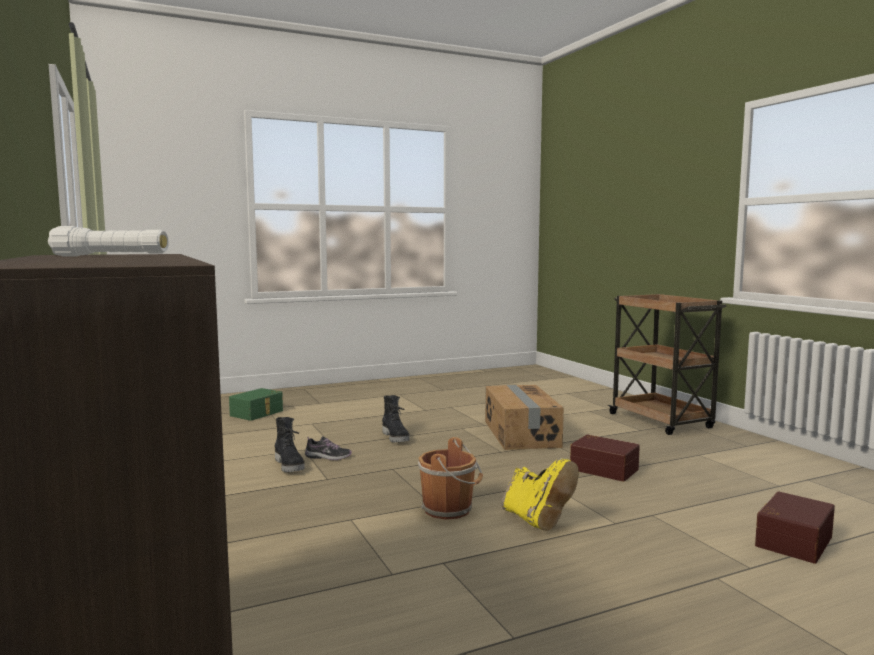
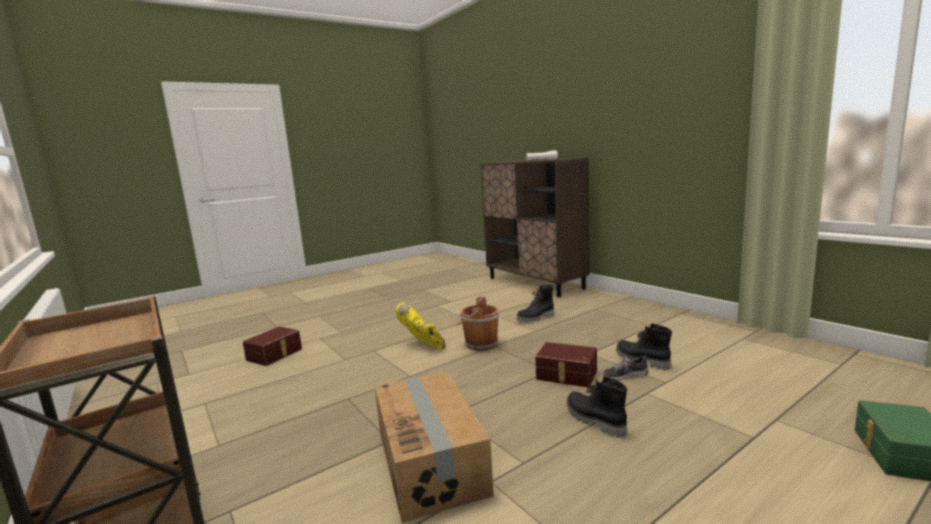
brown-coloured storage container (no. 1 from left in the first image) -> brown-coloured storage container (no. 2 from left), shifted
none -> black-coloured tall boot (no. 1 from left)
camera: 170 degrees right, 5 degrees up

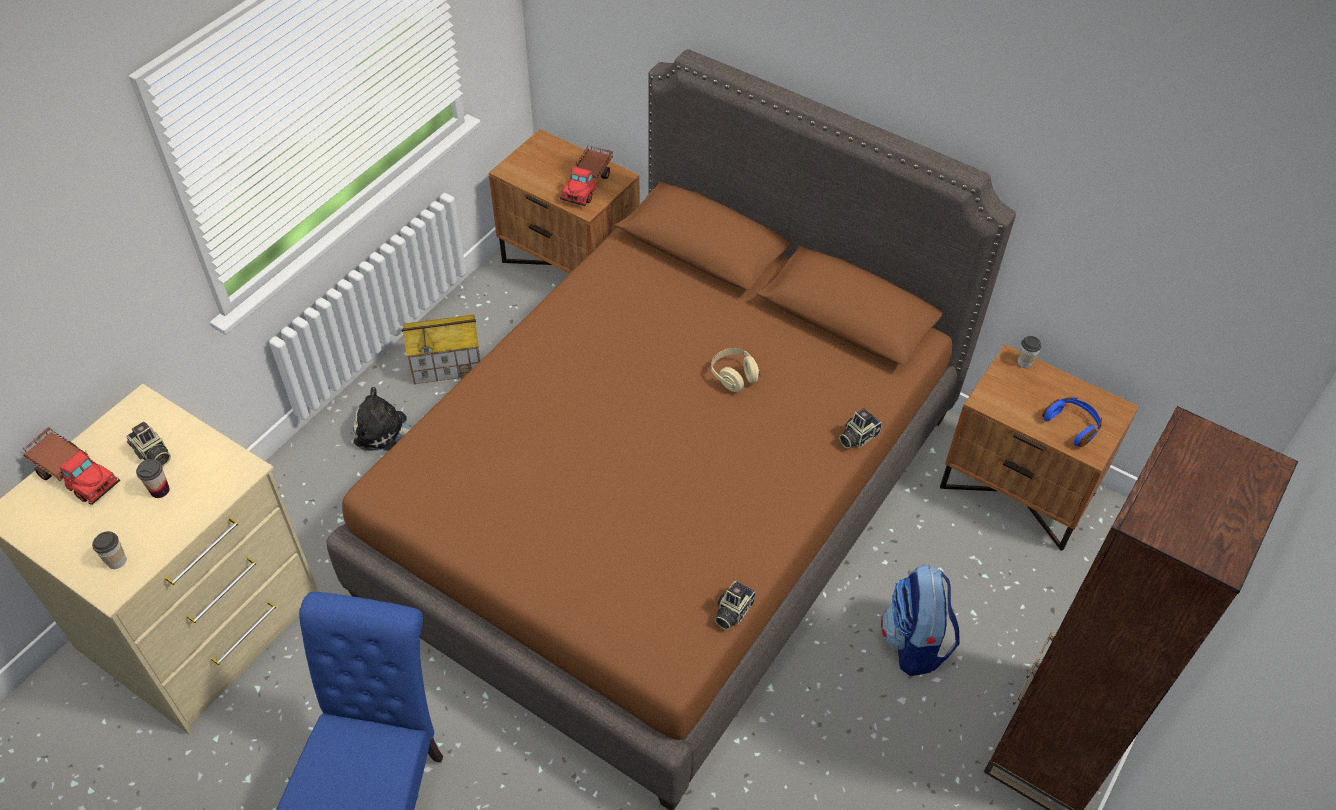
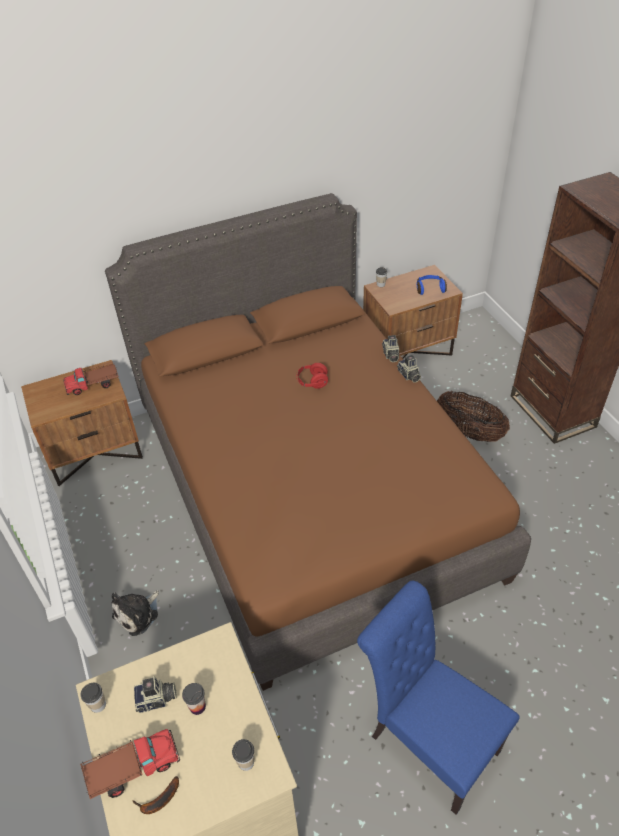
model truck (no. 2 from left in the first image) -> model truck (no. 1 from left), 105 degrees clockwise
miniature house -> none
beige pair of headphones -> red pair of headphones
backpack -> household basket
still camera (no. 2 from left in the first image) -> still camera (no. 3 from left), shifted
none -> small cup (no. 1 from left)
none -> banana
camera: 55 degrees left, 5 degrees down

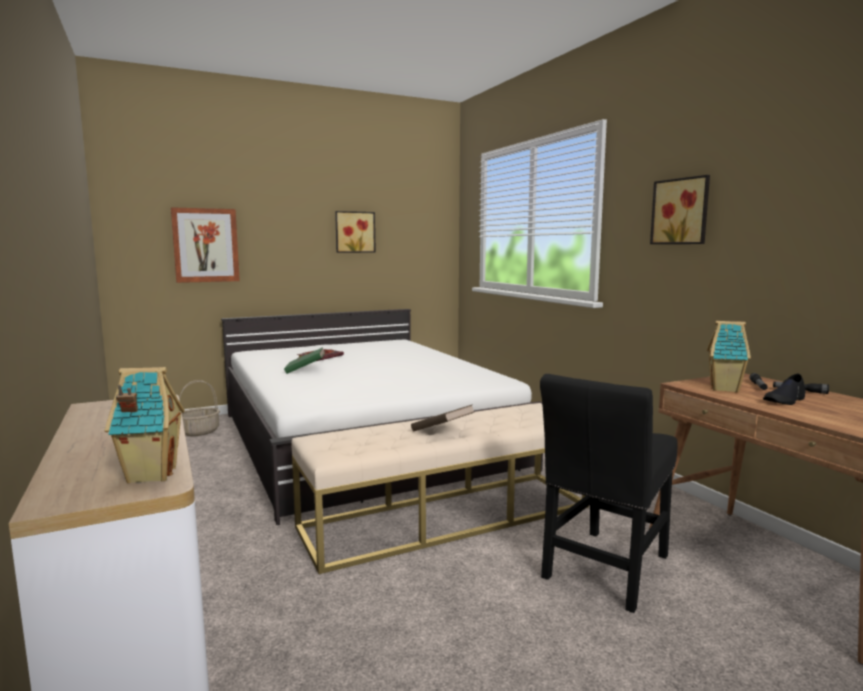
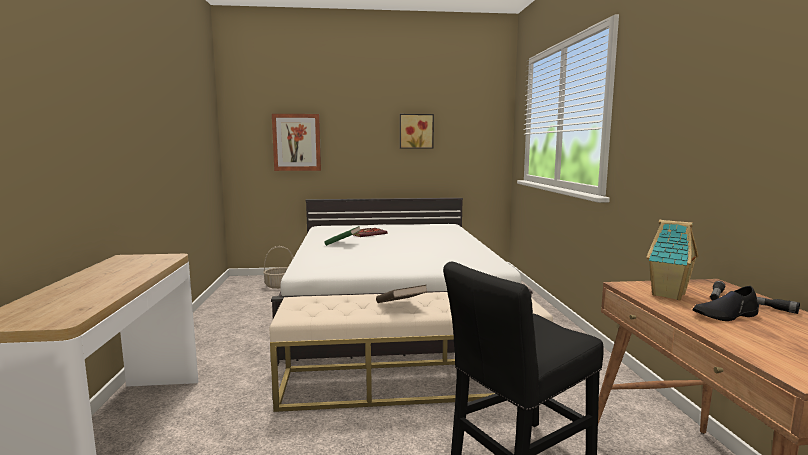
wall picture (no. 3 from left) -> none
miniature house (no. 1 from left) -> none
camera: 20 degrees right, 0 degrees up

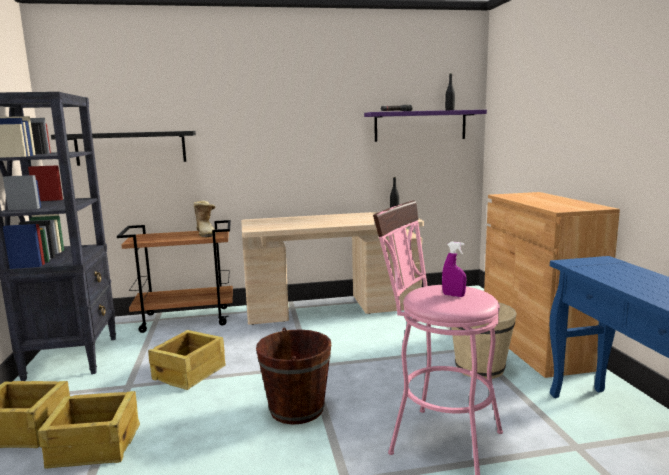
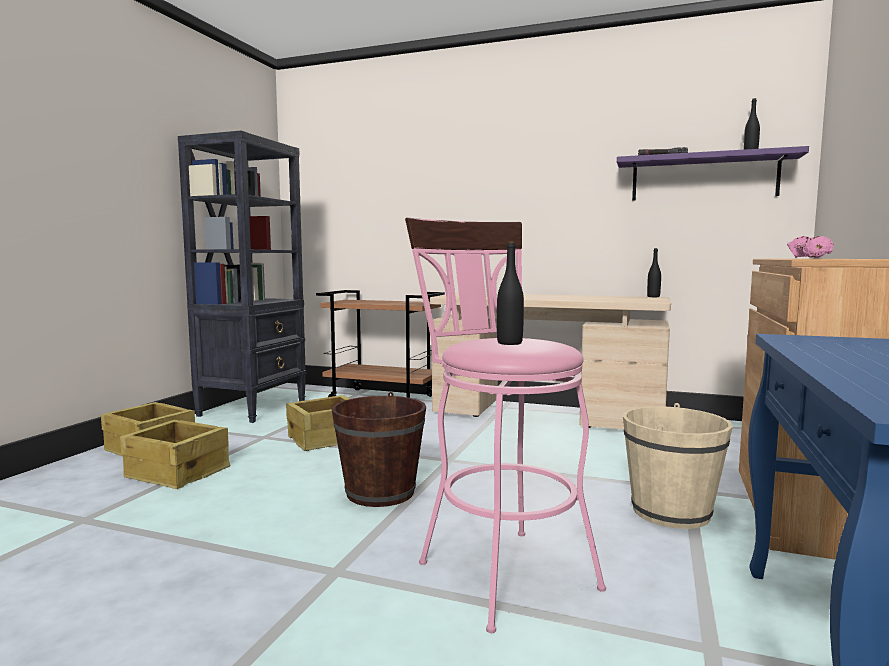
black-coloured bracket shelf -> none
tall boot -> none
purplish sprayer -> black-coloured drink bottle (no. 1 from left)
none -> pink hand weight
camera: 30 degrees right, 5 degrees down

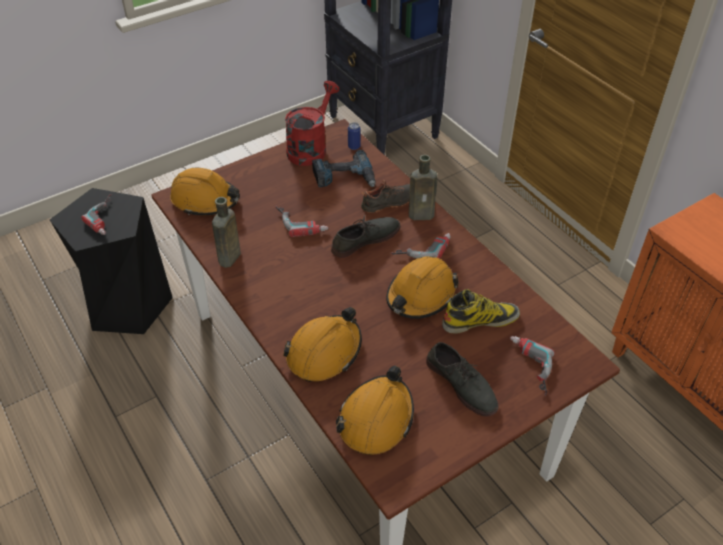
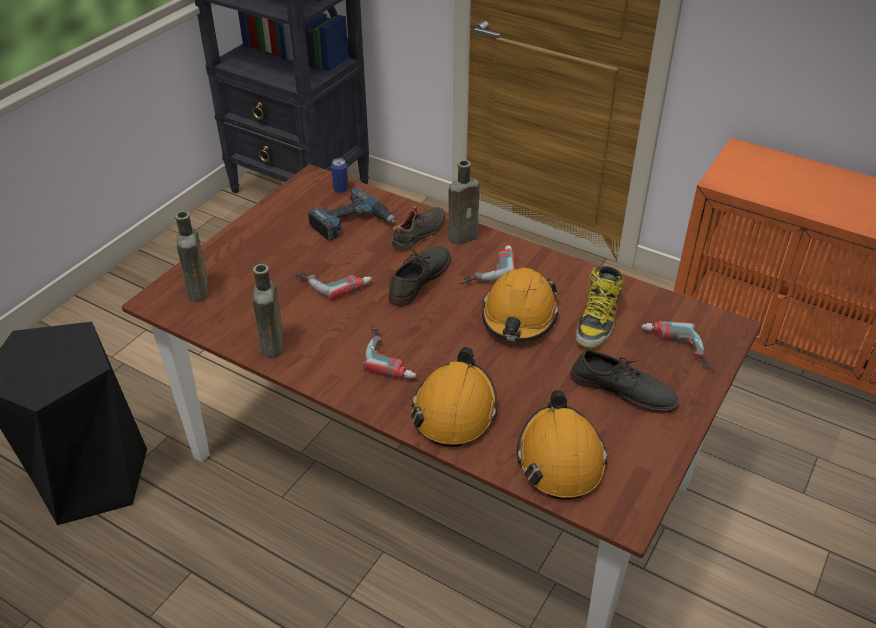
red watering pot -> none
orange-coloured safety helmet (no. 1 from left) -> brown-coloured drink bottle (no. 1 from left)
drill (no. 1 from left in the first image) -> drill (no. 3 from left), shifted
tall boot, 150 degrees clockwise
camera: 25 degrees left, 5 degrees down

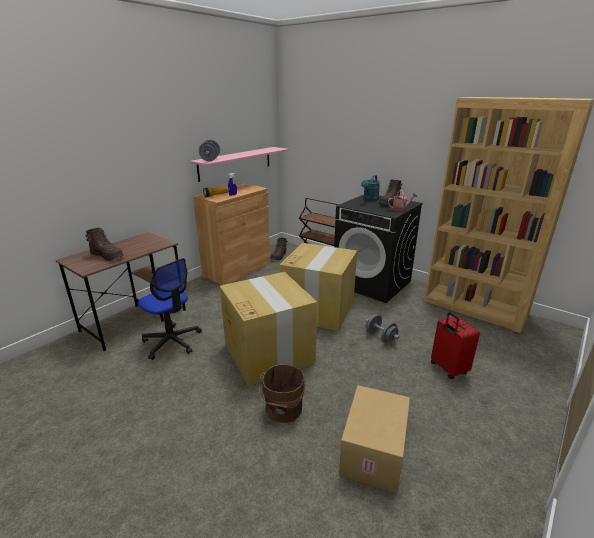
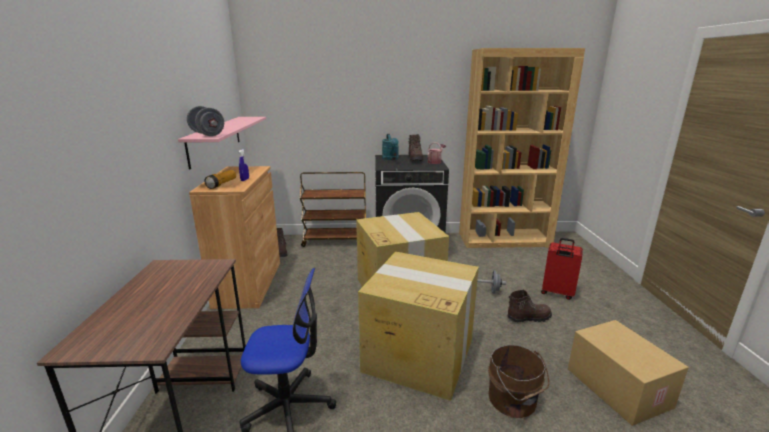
brown-coloured tall boot (no. 1 from left in the first image) -> brown-coloured tall boot (no. 3 from left), shifted
camera: 40 degrees left, 5 degrees down

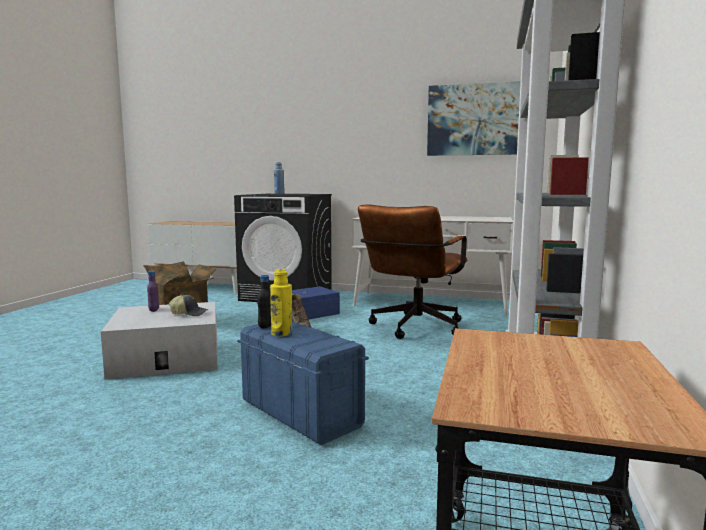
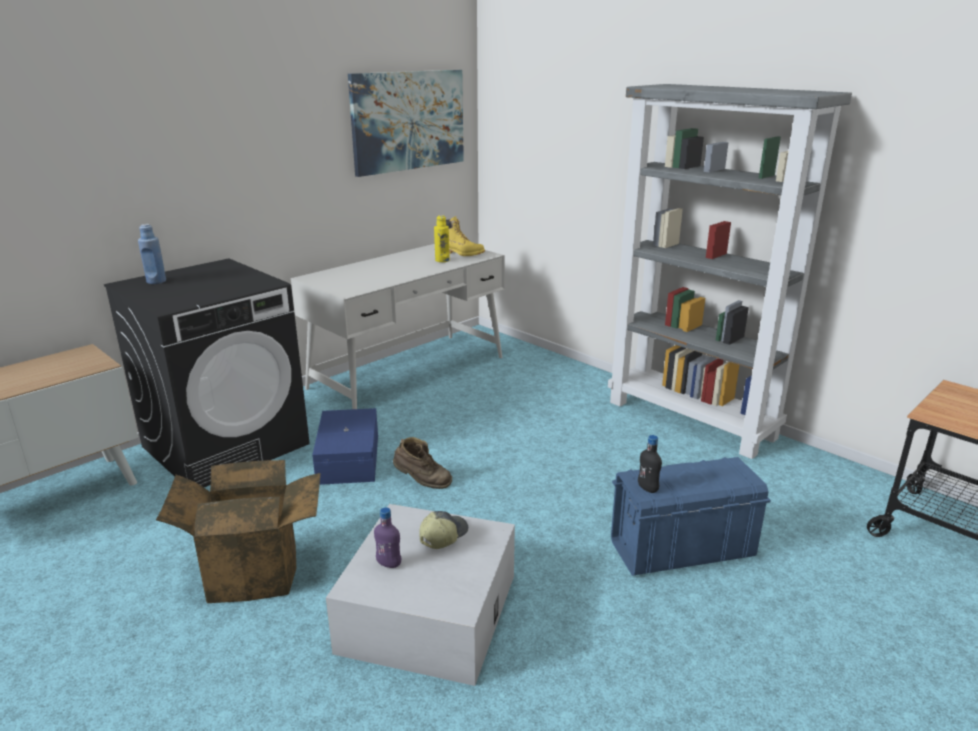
brown-coloured desk chair -> none
yellow-coloured drink bottle, shifted
none -> yellow-coloured tall boot
camera: 60 degrees left, 15 degrees up

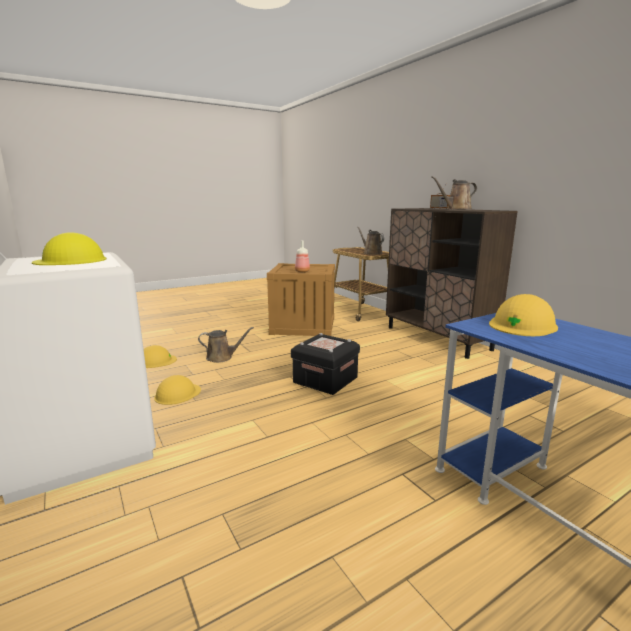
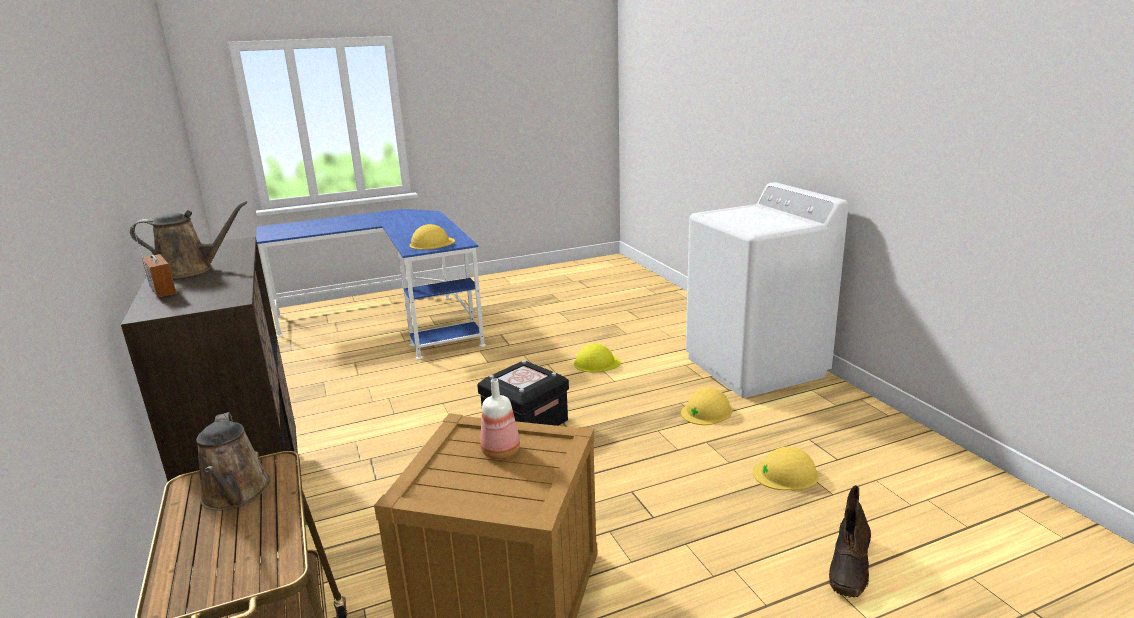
yellow-coloured safety helmet (no. 1 from left in the first image) -> yellow-coloured safety helmet (no. 2 from left), shifted
brown-coloured watering pot (no. 1 from left) -> none
none -> brown-coloured tall boot
camera: 170 degrees left, 5 degrees up

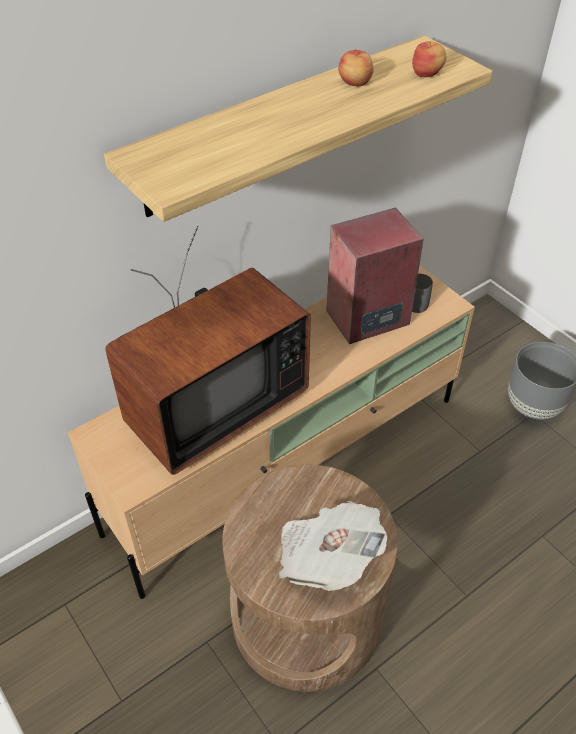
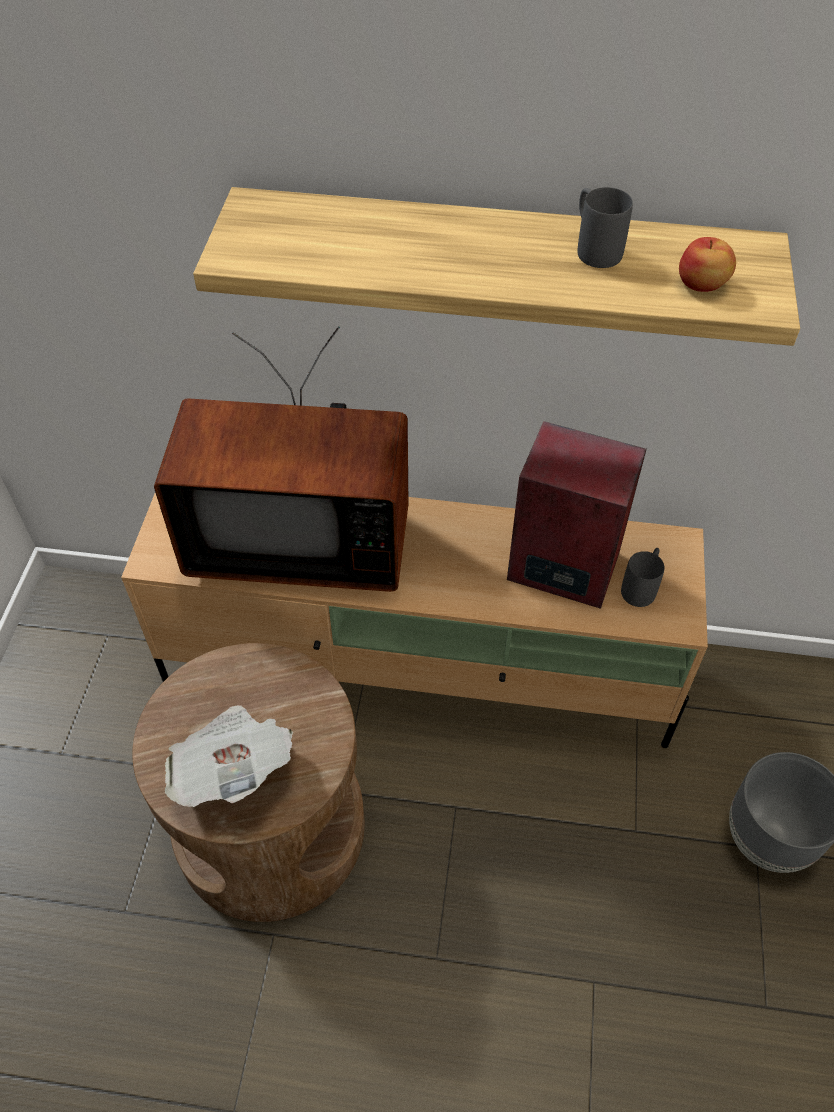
apple (no. 1 from left) -> greyish tea mug (no. 1 from left)
camera: 45 degrees right, 5 degrees up

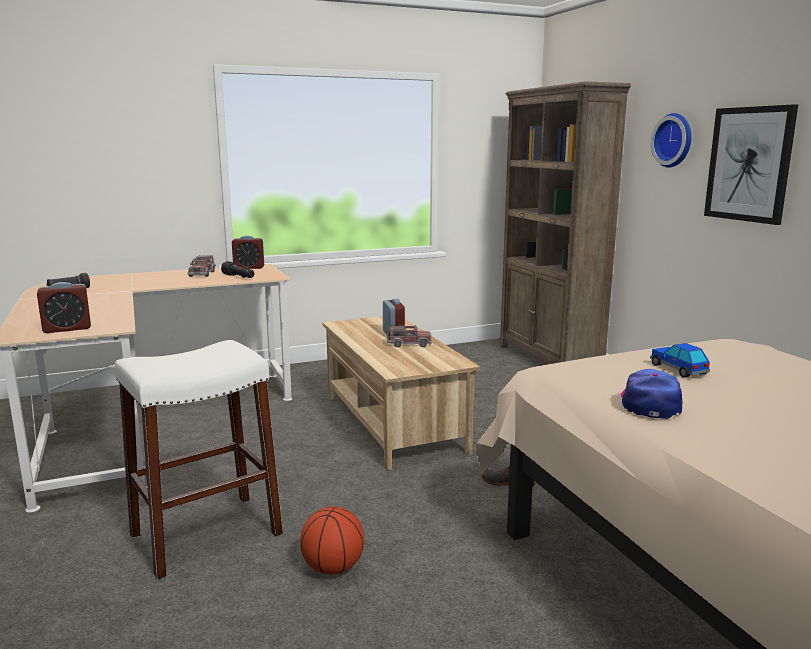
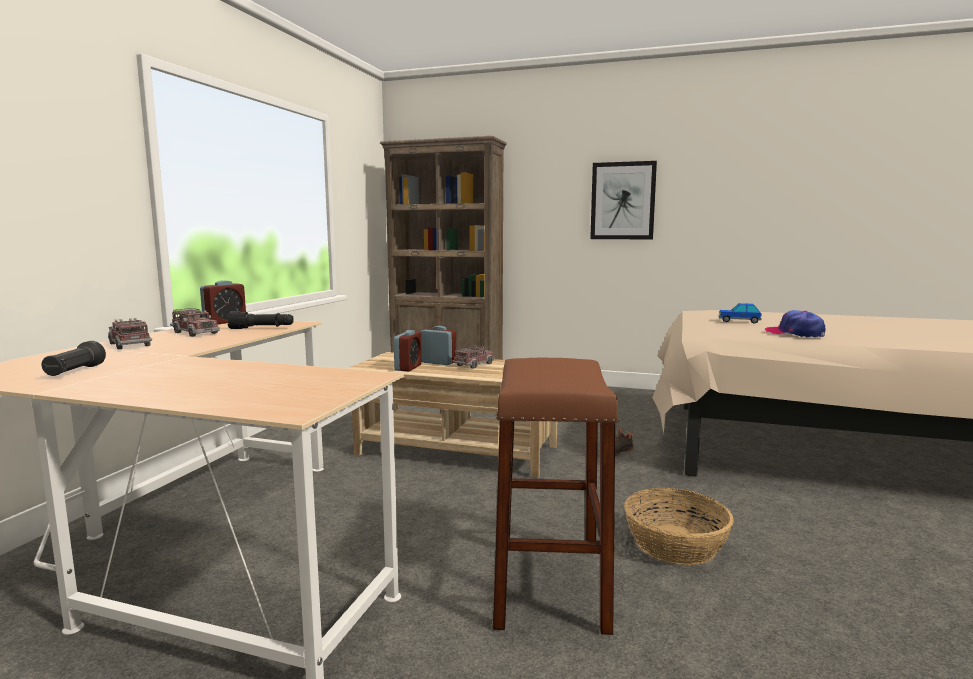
hanging clock -> none
alarm clock (no. 1 from left in the first image) -> alarm clock (no. 2 from left), shifted
white-coloured stool -> brown-coloured stool
ball for basketball -> household basket
none -> model truck (no. 1 from left)
camera: 50 degrees left, 5 degrees down

